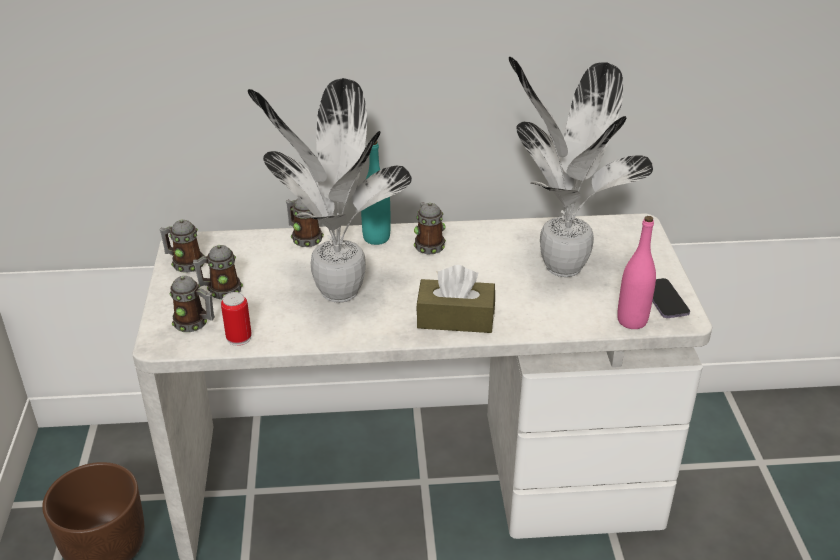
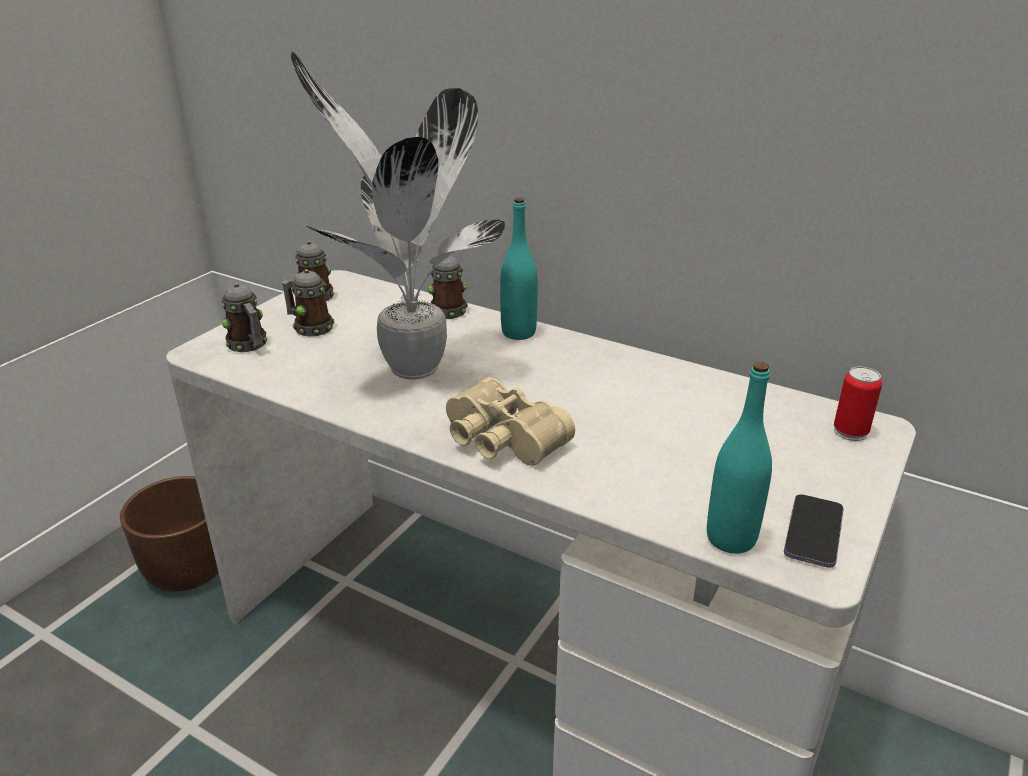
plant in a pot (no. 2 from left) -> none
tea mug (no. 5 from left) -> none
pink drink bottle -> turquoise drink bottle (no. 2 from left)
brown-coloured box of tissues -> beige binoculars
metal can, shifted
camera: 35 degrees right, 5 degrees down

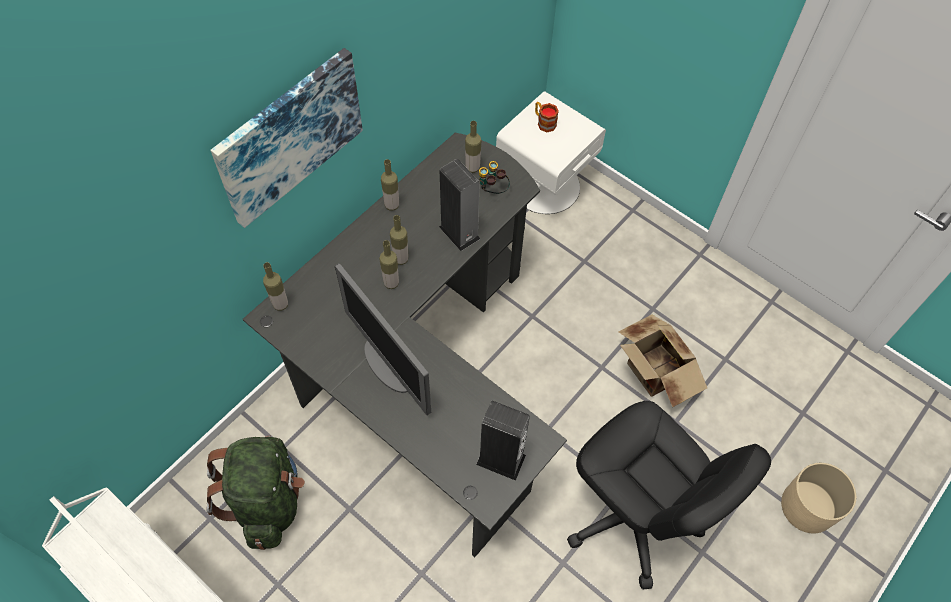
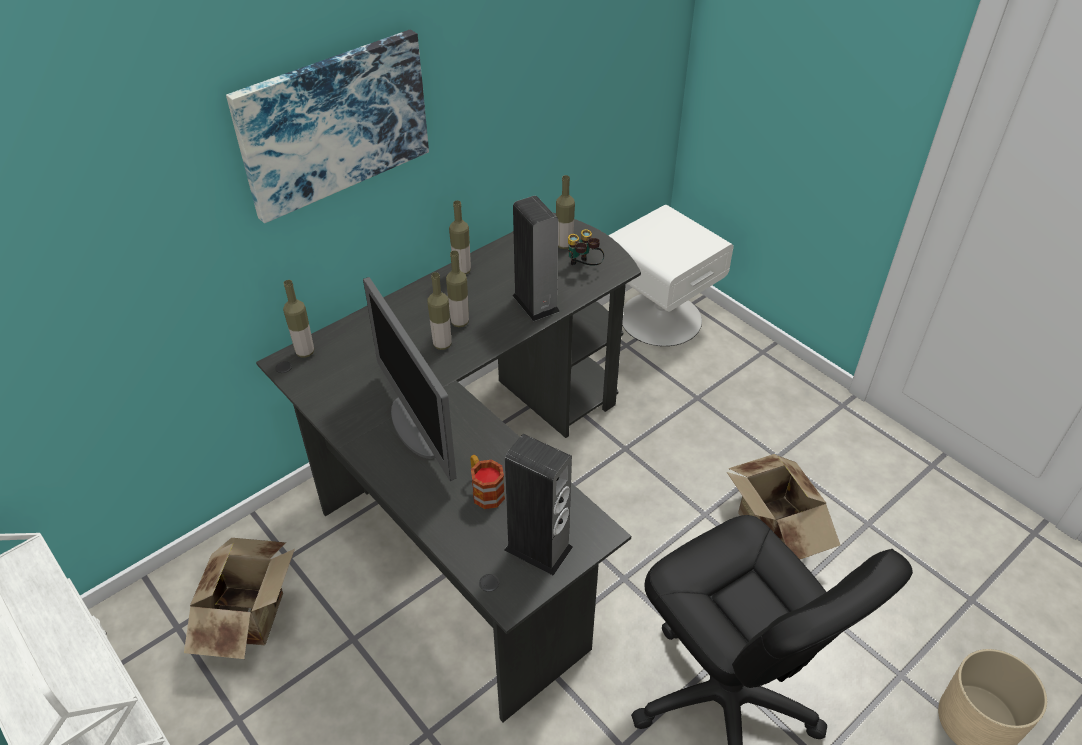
tea mug, shifted
green-coloured backpack -> packing box (no. 1 from left)
camera: 10 degrees right, 15 degrees down

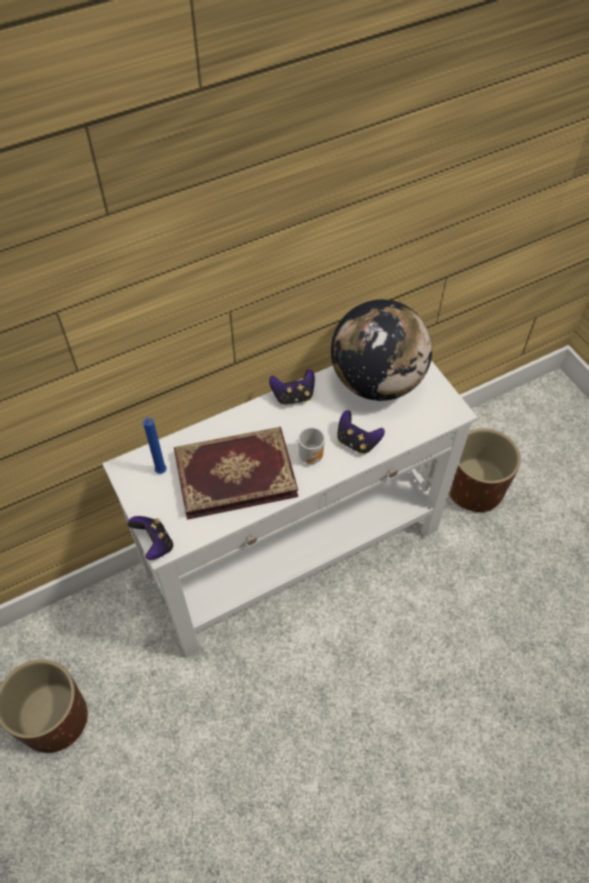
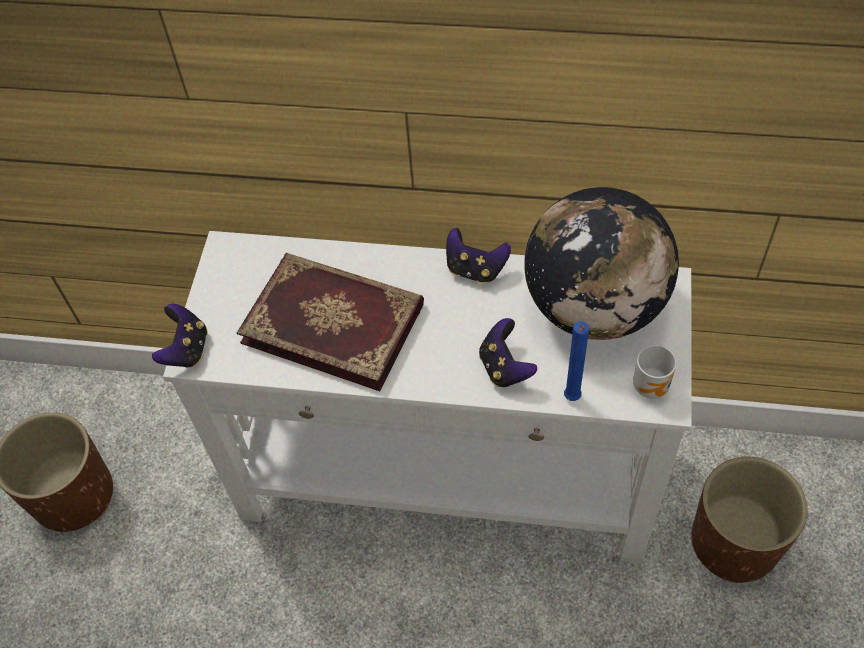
blue-coloured wax candle, shifted
tea mug, shifted
camera: 40 degrees right, 0 degrees up

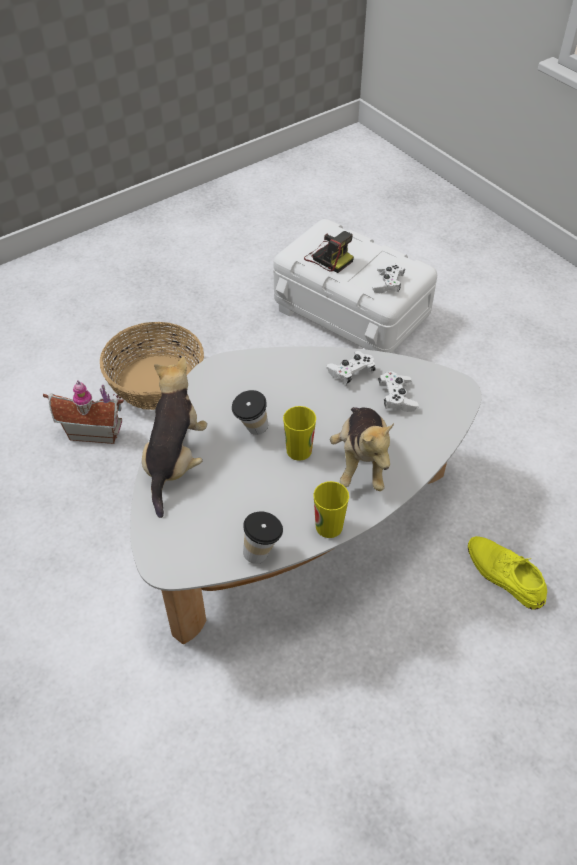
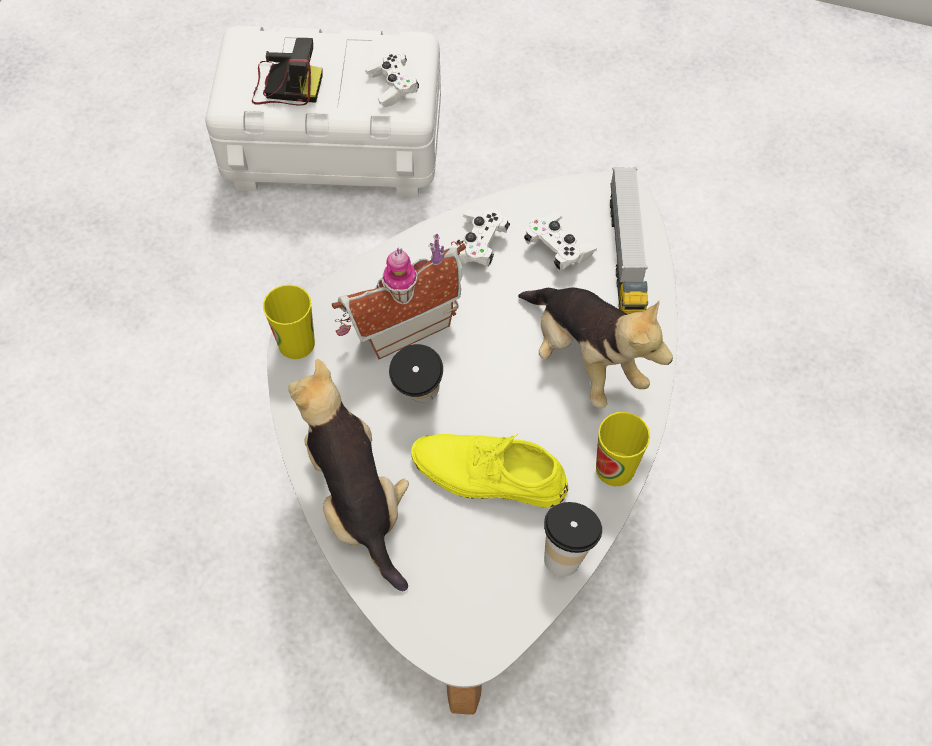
household basket -> none
miniature house, shifted
small cup (no. 3 from left in the first image) -> small cup (no. 1 from left), shifted
yellow-coloured low shoe, shifted
none -> model truck
camera: 35 degrees left, 10 degrees up

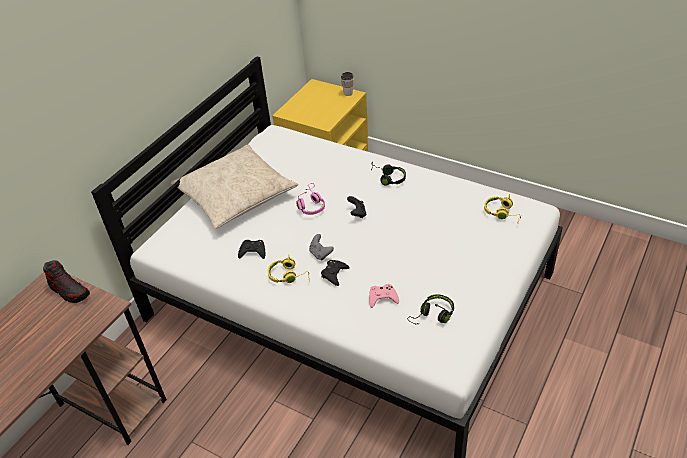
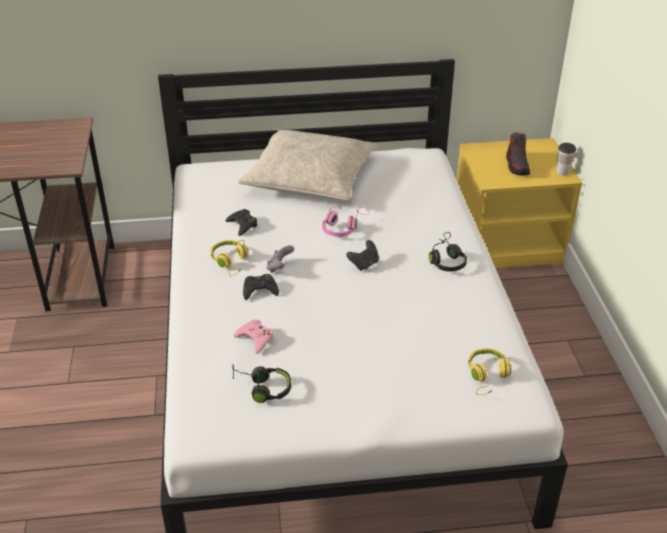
low shoe, shifted
camera: 50 degrees right, 5 degrees down

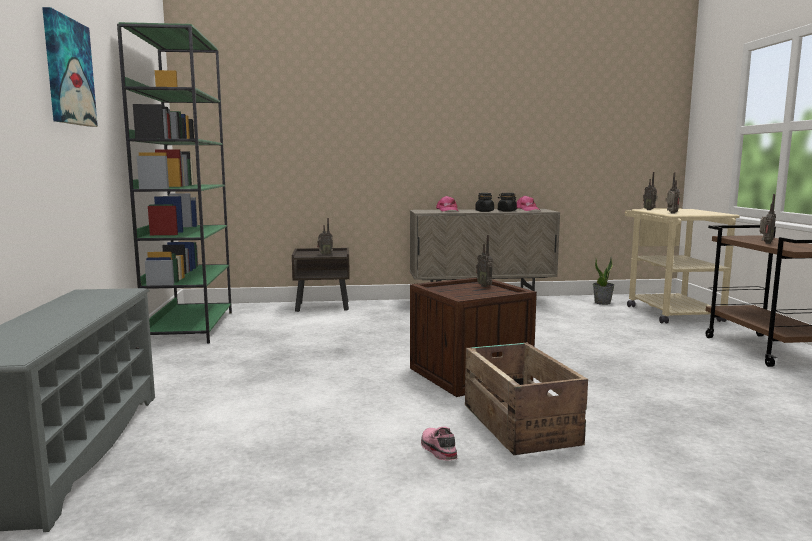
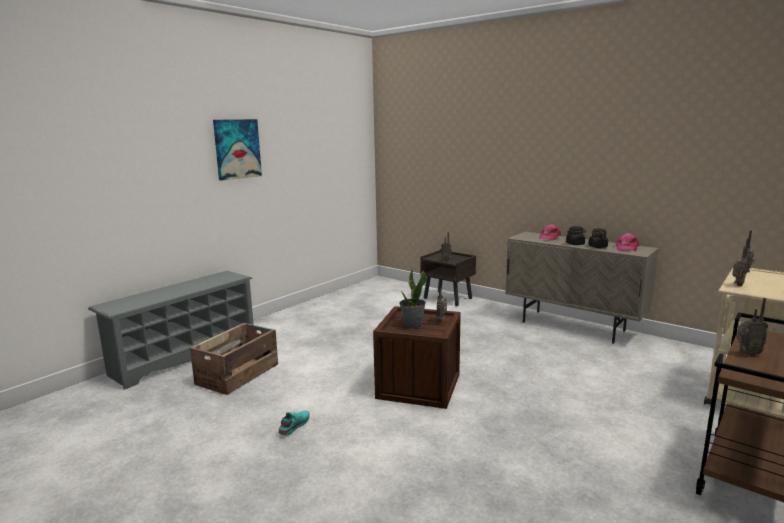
green-coloured shelving unit -> none
plant in a pot, shifted
packing crate (no. 2 from left in the first image) -> packing crate (no. 1 from left), shifted
pink low shoe -> turquoise low shoe
camera: 45 degrees right, 5 degrees up

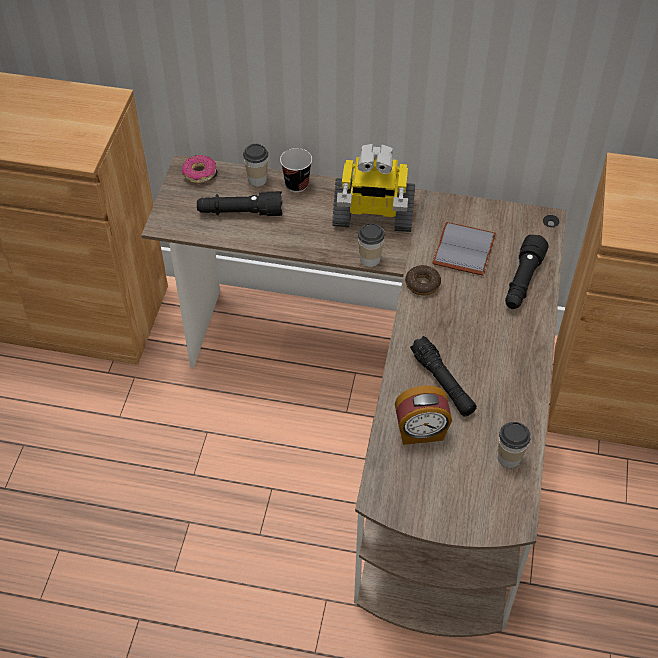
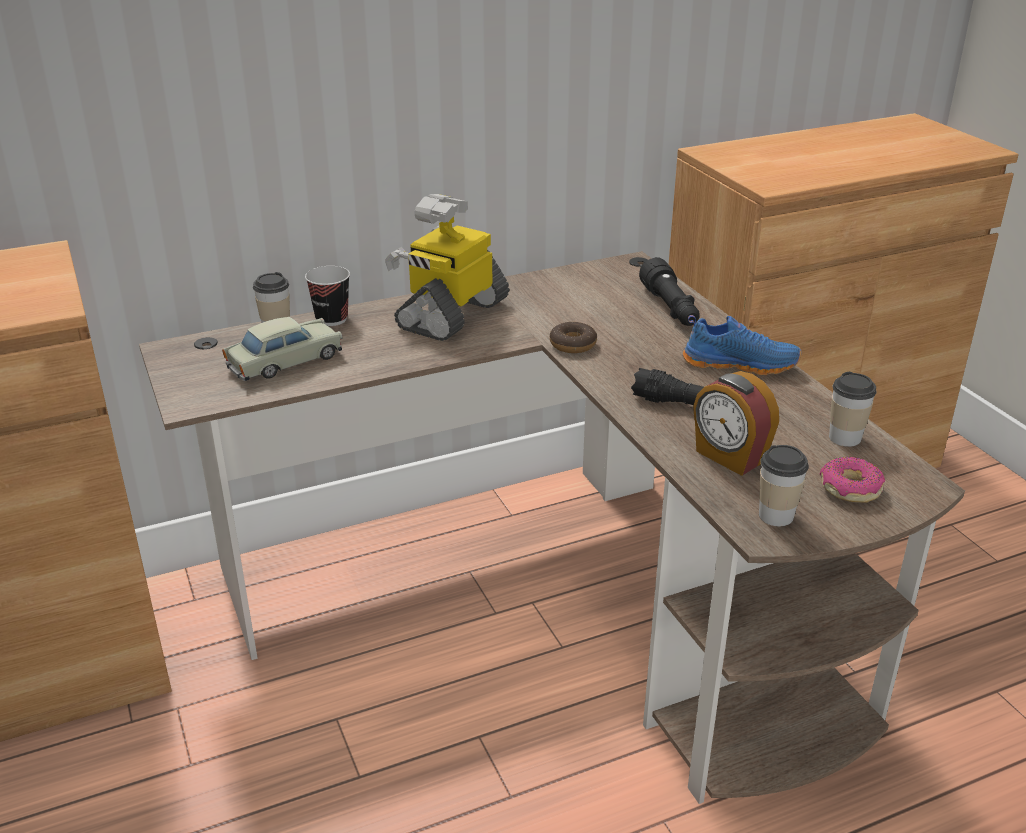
toy robot, 150 degrees clockwise
donut (no. 1 from left in the first image) -> donut (no. 2 from left), shifted
black-coloured torch (no. 1 from left) -> beige toy car
greyish book -> none
small cup (no. 3 from left), shifted
alarm clock, 90 degrees clockwise
none -> blue-coloured low shoe
camera: 35 degrees left, 20 degrees down

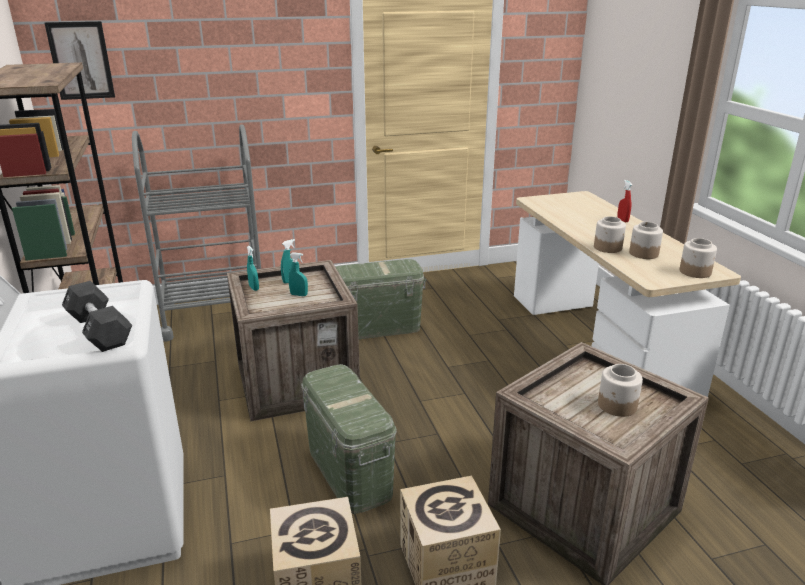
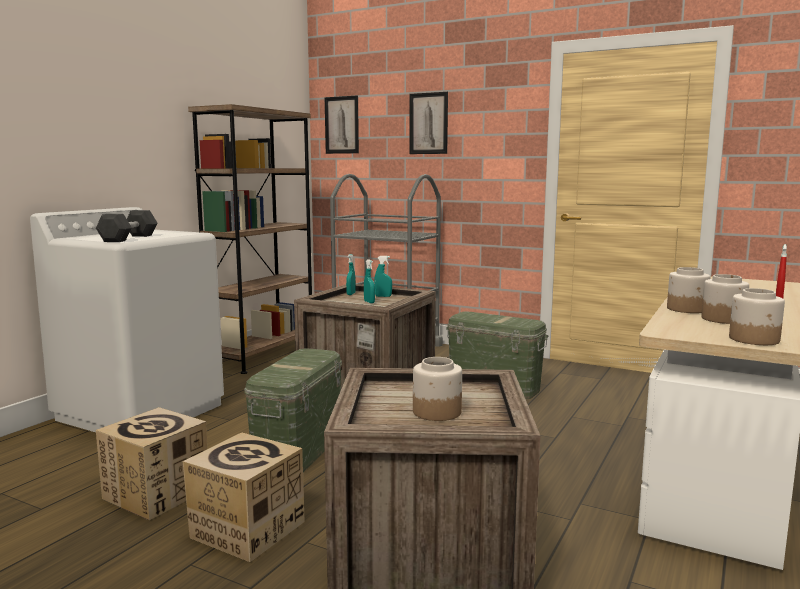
none -> wall picture (no. 2 from left)
camera: 45 degrees right, 15 degrees down

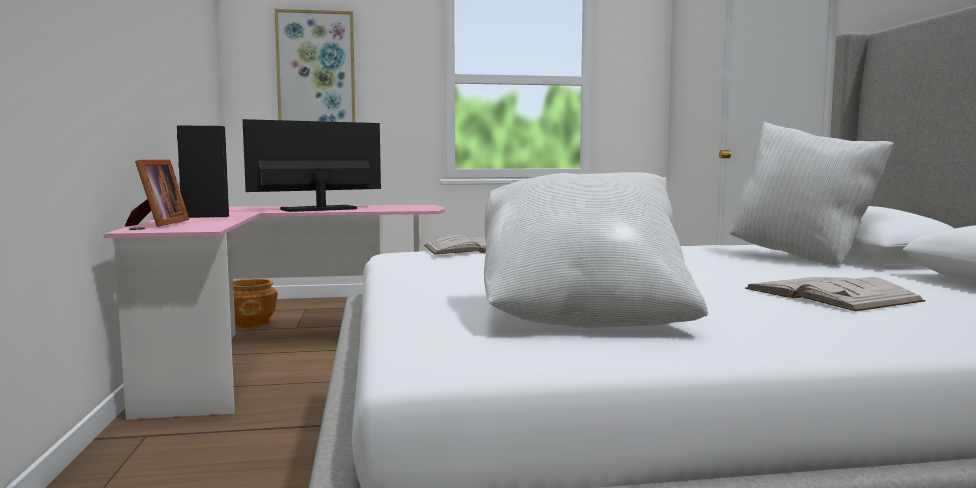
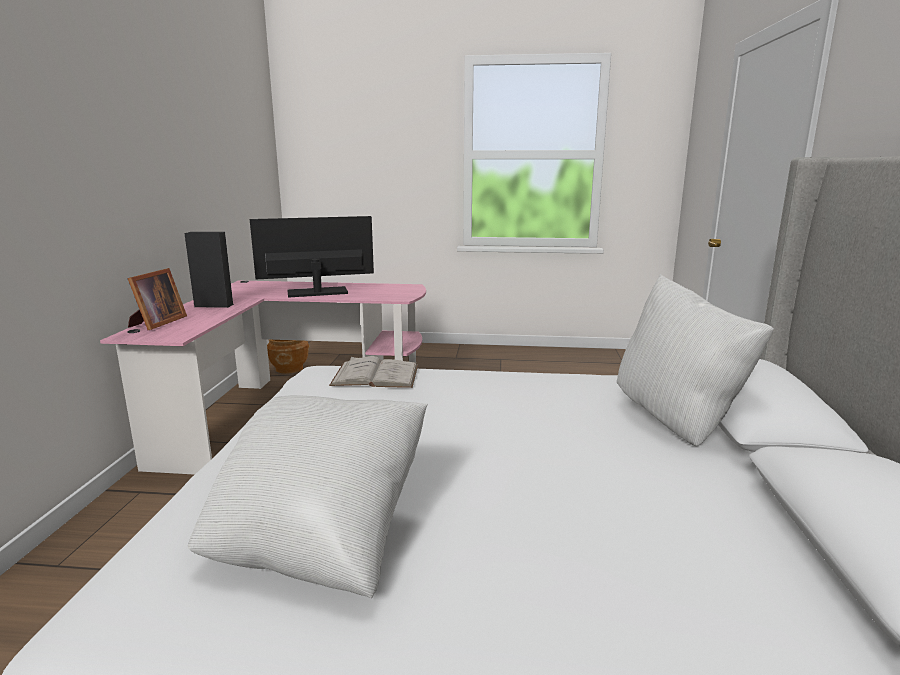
wall picture -> none
white-coloured book (no. 2 from left) -> none
camera: 15 degrees right, 10 degrees up

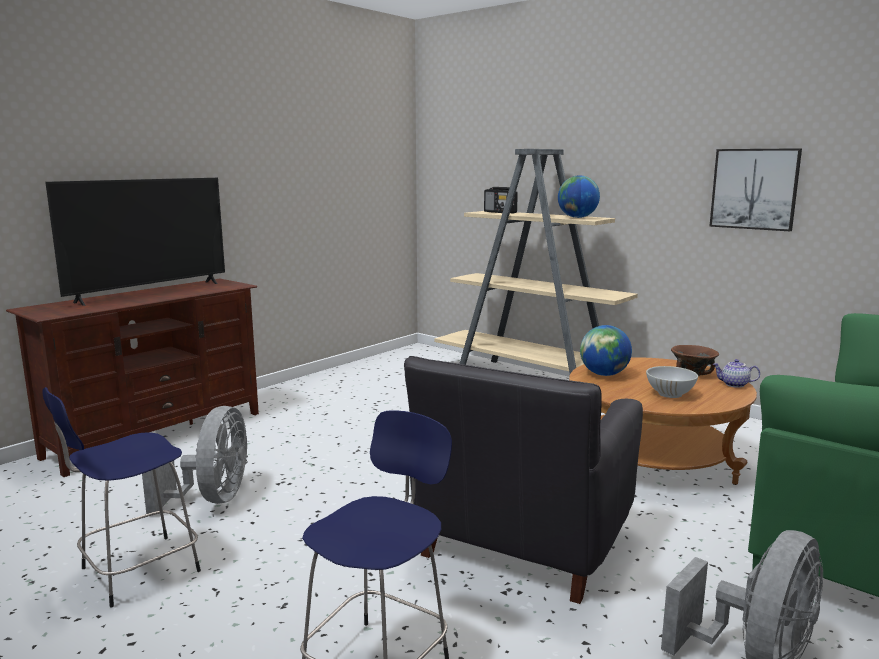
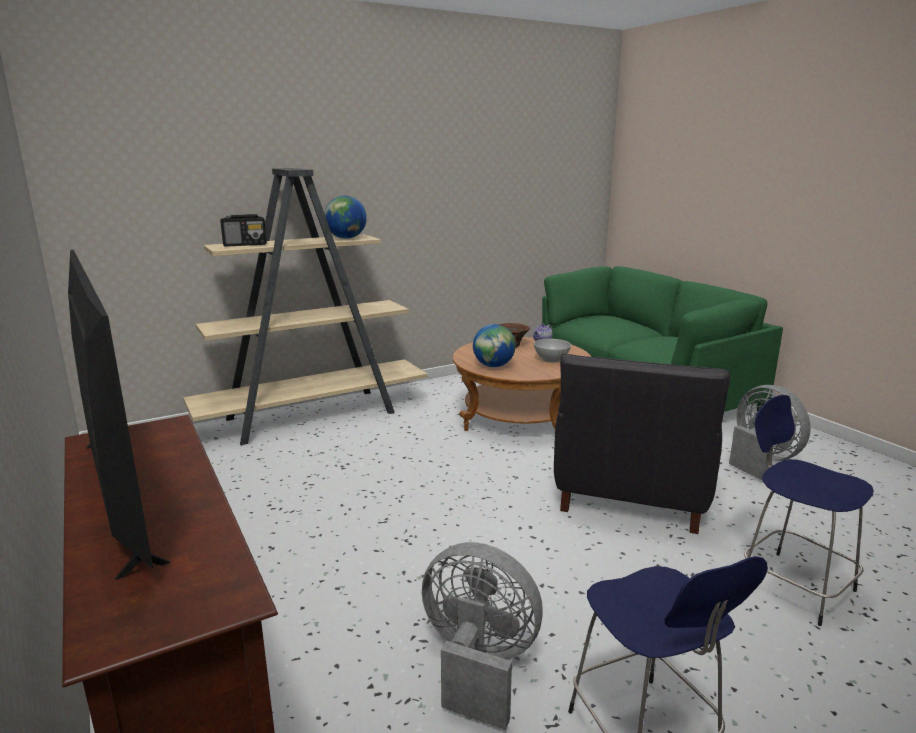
wall picture -> none
black-coloured lounge chair, 60 degrees clockwise
camera: 70 degrees left, 5 degrees up

